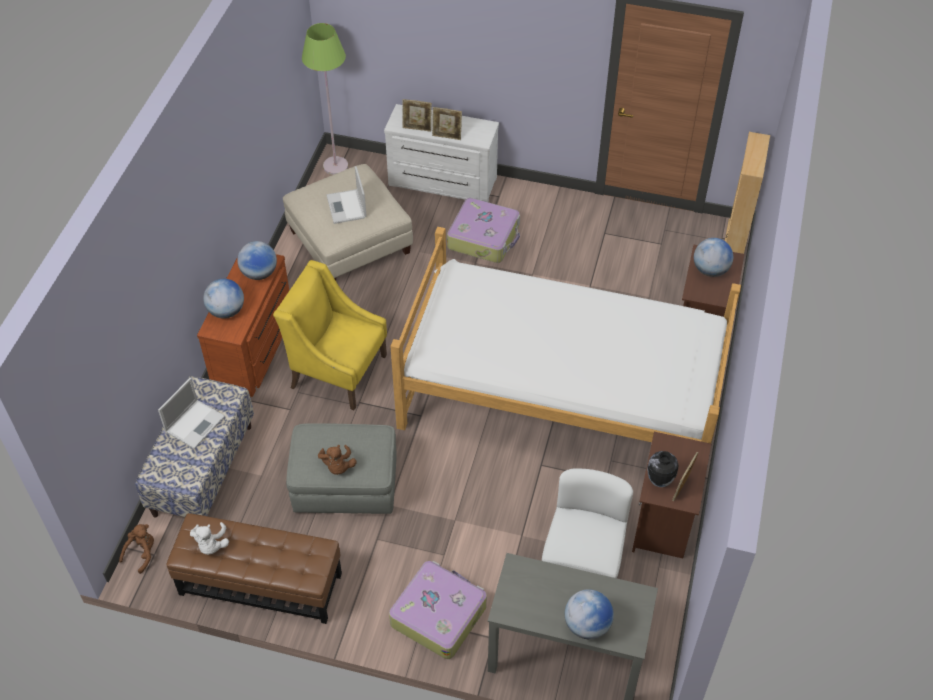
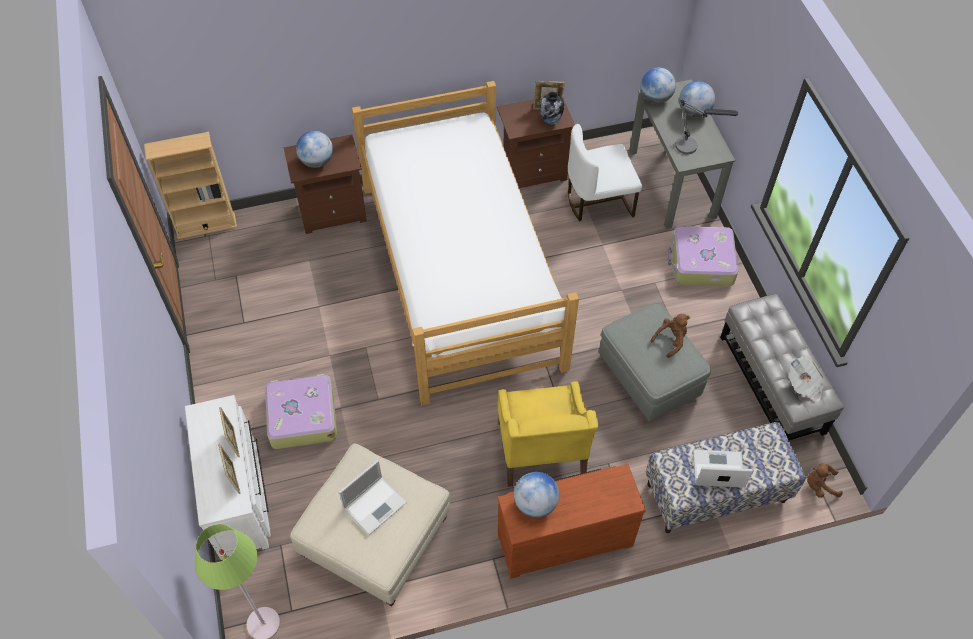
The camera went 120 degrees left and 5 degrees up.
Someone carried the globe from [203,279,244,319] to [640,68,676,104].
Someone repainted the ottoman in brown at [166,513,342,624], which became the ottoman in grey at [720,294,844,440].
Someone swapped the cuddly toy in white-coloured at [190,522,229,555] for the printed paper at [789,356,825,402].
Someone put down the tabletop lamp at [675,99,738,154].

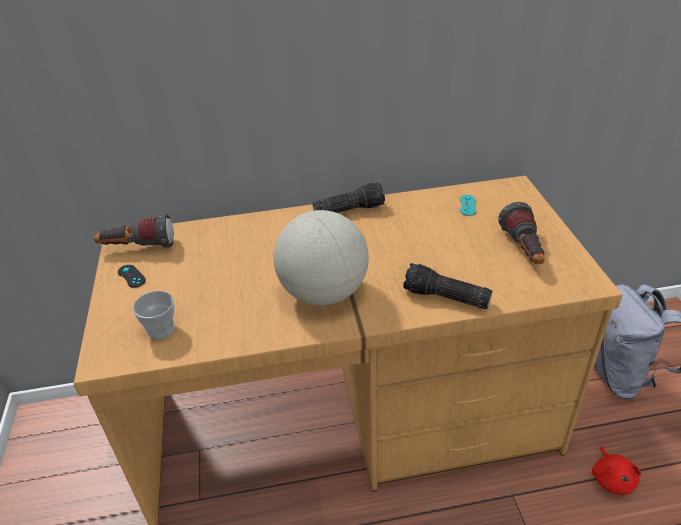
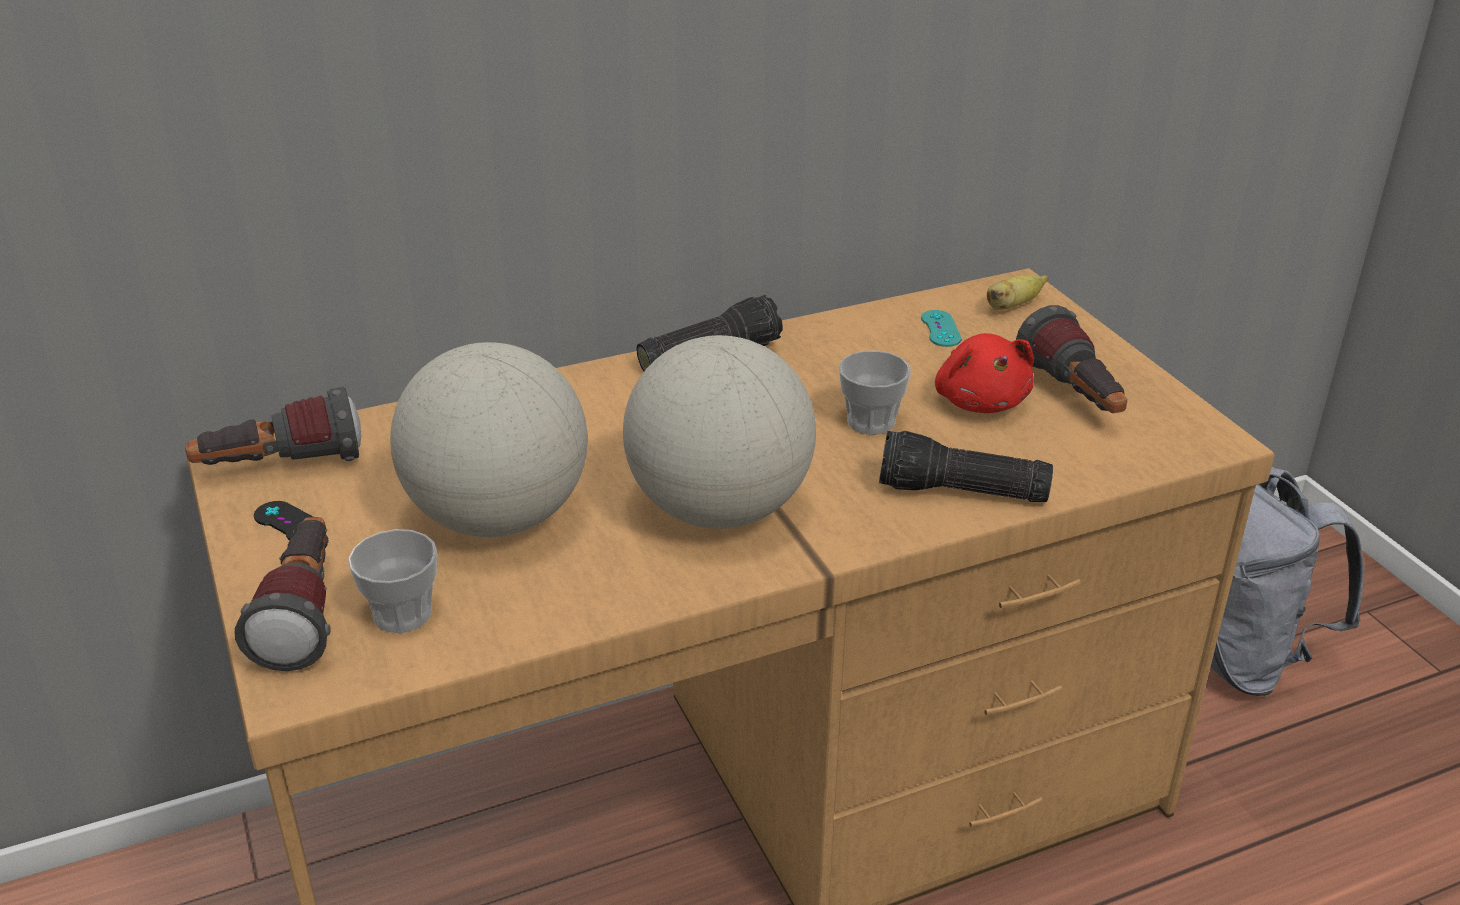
The camera went 15 degrees left and 5 degrees down.
Someone carried the cuddly toy in reddish from [592,446,641,495] to [935,333,1034,413].
Someone put down the whole banana at [987,275,1048,310].
Someone put down the globe at [390,342,588,537].
Someone put down the drinking cup at [839,350,911,435].
Someone put down the hand torch at [235,517,330,671].

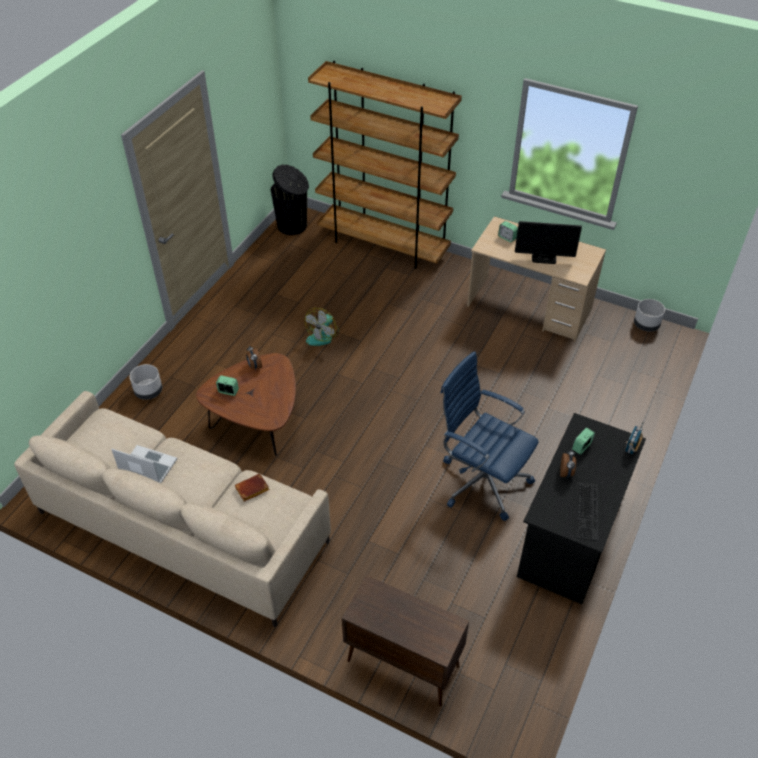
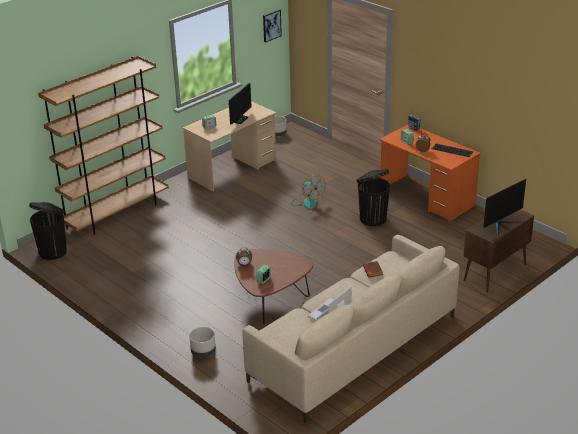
The camera went 70 degrees left and 15 degrees down.
Someone carried the electric fan from [305,308,339,346] to [292,174,325,209].
Someone swapped the computer chair in blue-coloured at [440,351,539,521] for the rubbish bin in black at [356,169,390,226].
Someone repainted the desk unit in black at [517,413,646,604], which became the desk unit in orange at [380,124,481,222].
Someone put up the picture at [263,9,282,43].
Someone put down the computer display at [483,179,526,234].

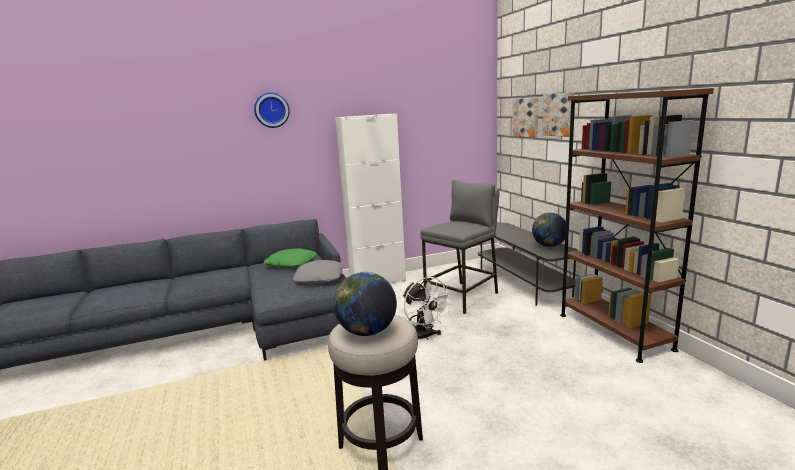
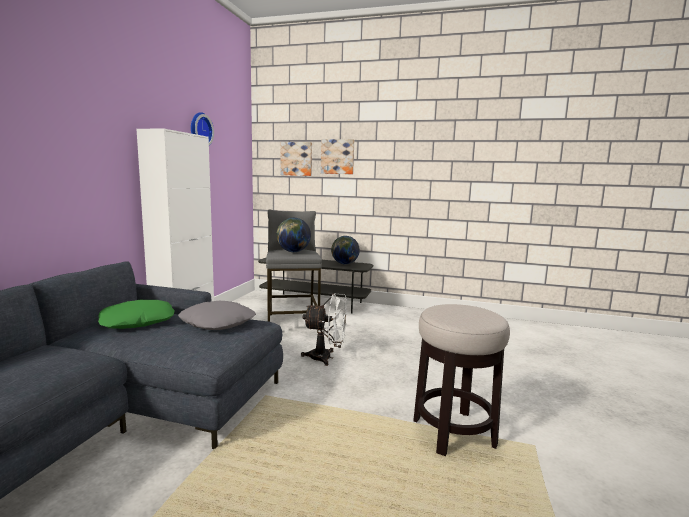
The camera went 55 degrees left and 5 degrees down.
Someone took away the shelving unit in brown at [560,88,714,363].
Someone carried the hanging clock from [254,92,290,128] to [191,112,214,145].
Someone carried the globe from [333,272,397,336] to [276,217,311,252].

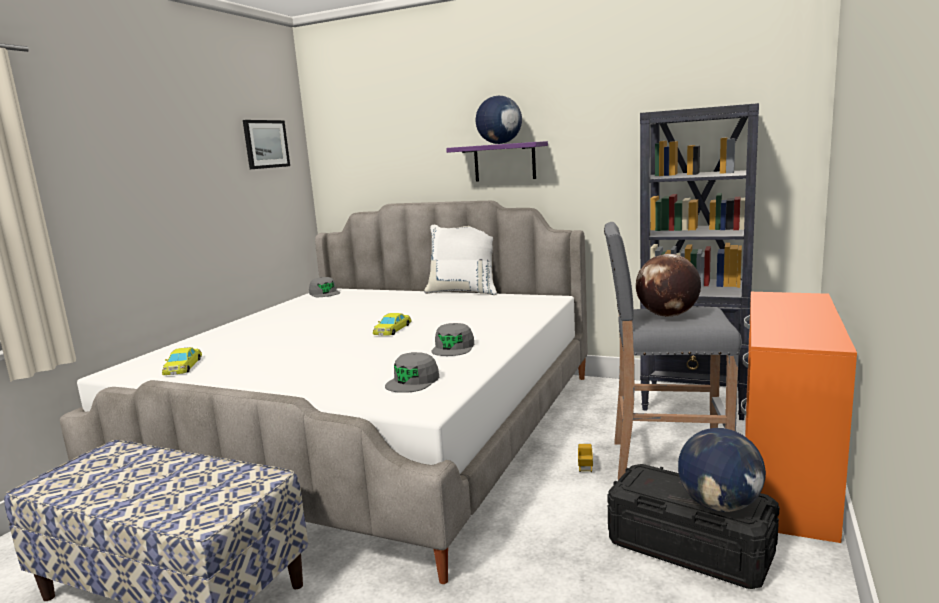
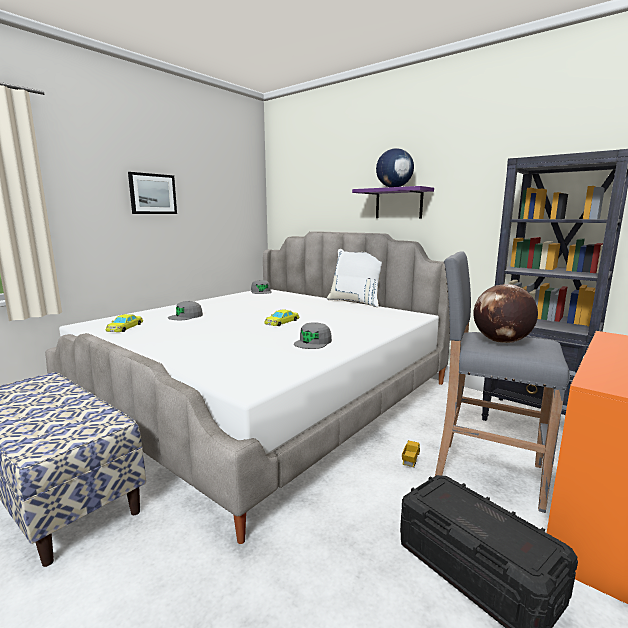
The camera went 15 degrees right and 0 degrees up.
Someone carried the picture from [243,120,290,169] to [128,172,177,214].
Someone carried the peaked cap in grey from [385,352,439,393] to [168,301,203,320].
Someone took away the globe at [678,428,766,512].

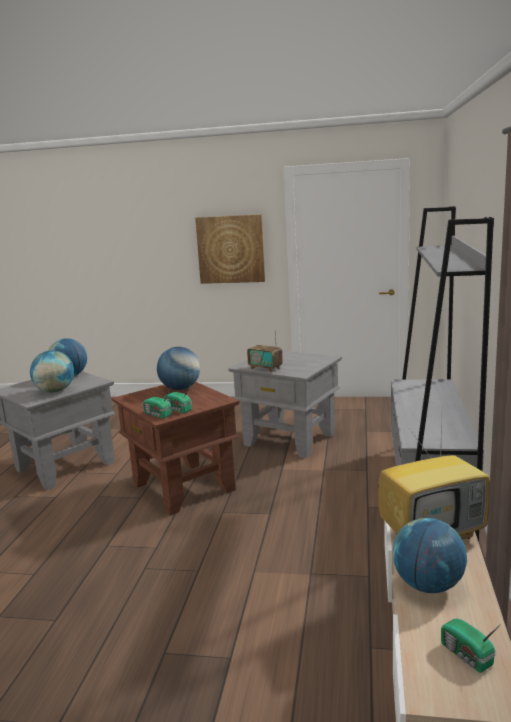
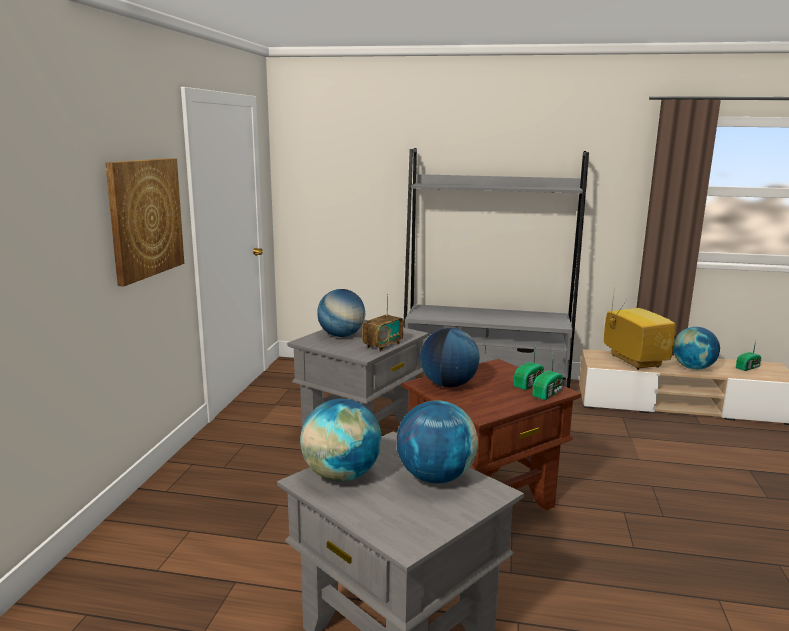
The camera went 90 degrees left and 0 degrees up.
Someone put down the globe at [317,289,365,337].

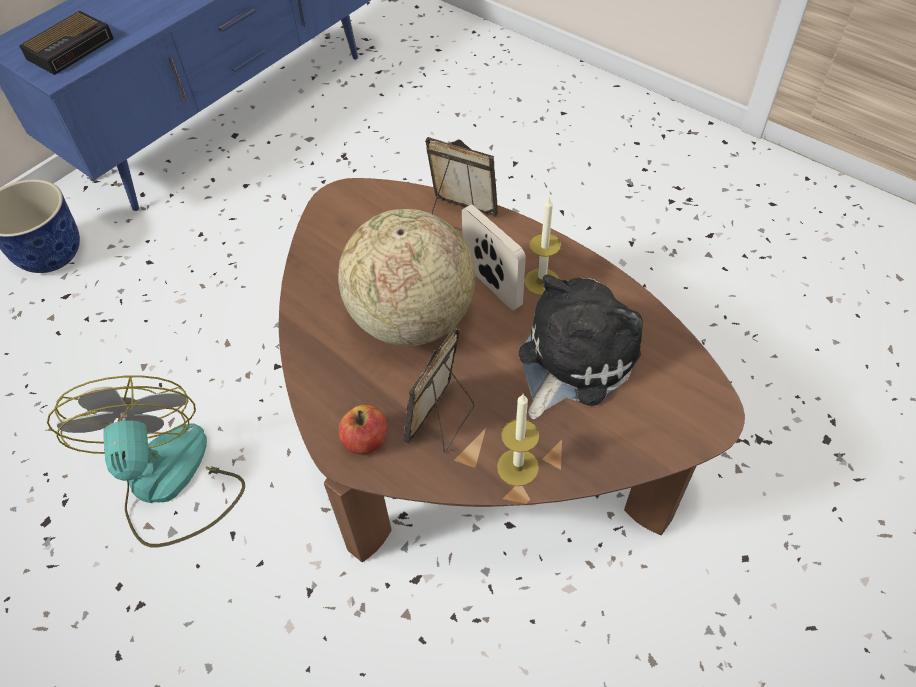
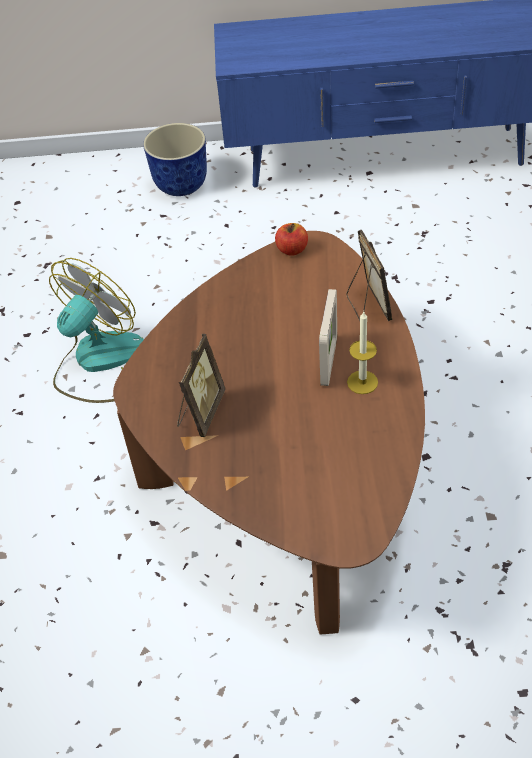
The camera went 50 degrees right and 5 degrees down.
Someone took away the alarm clock at [19,11,114,75].
Someone took away the globe at [338,209,475,346].
Someone took away the cuddly toy at [519,274,643,420].
Someone rotated the standing frame at [403,327,475,452] by 120 degrees clockwise.
Someone took away the candle at [497,394,539,486].
Someone carried the whole apple from [339,405,387,454] to [275,223,308,256].

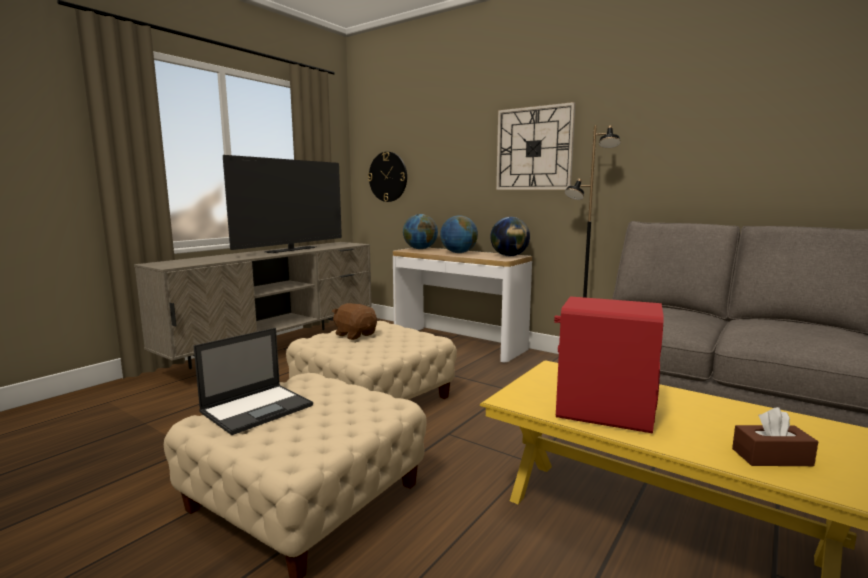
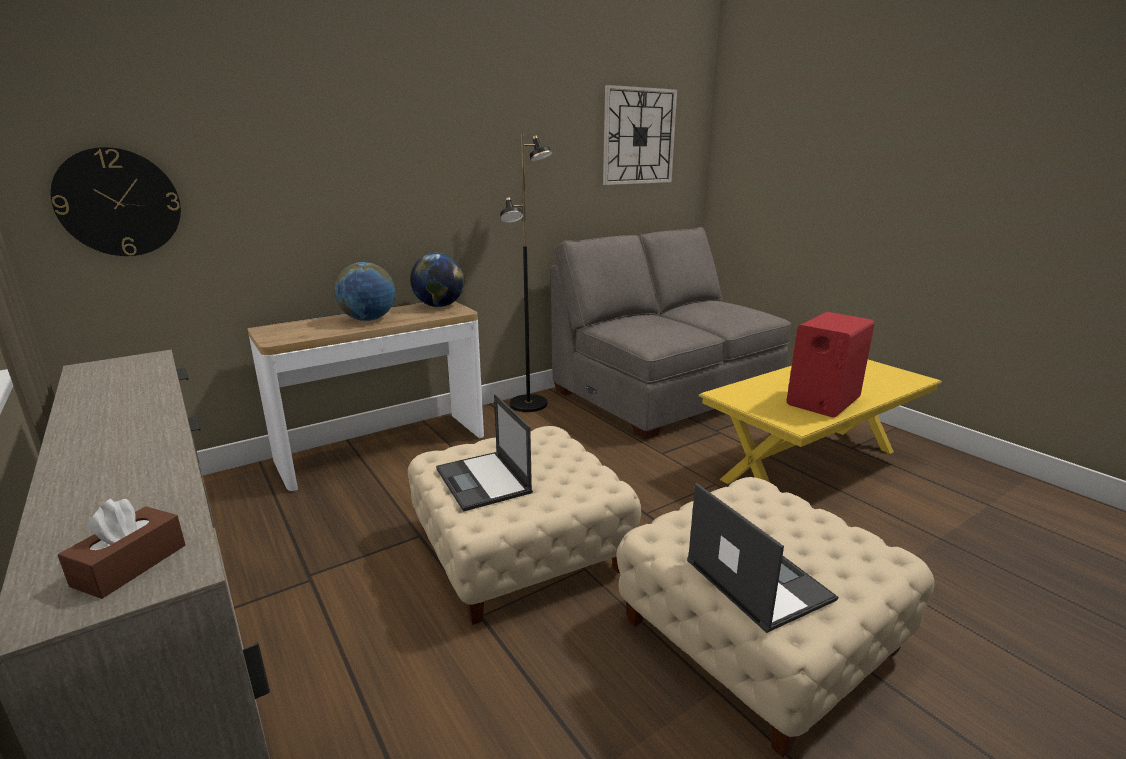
The camera went 70 degrees left and 10 degrees up.
Someone carried the hanging clock from [496,102,576,190] to [603,85,677,185].
Someone took away the television at [223,155,342,253].
Someone took away the globe at [403,214,438,249].
Someone swapped the cuddly toy in brown at [332,303,377,340] for the notebook computer at [436,394,533,512].
Someone carried the tissue holder in brown from [732,407,818,466] to [58,499,186,599].

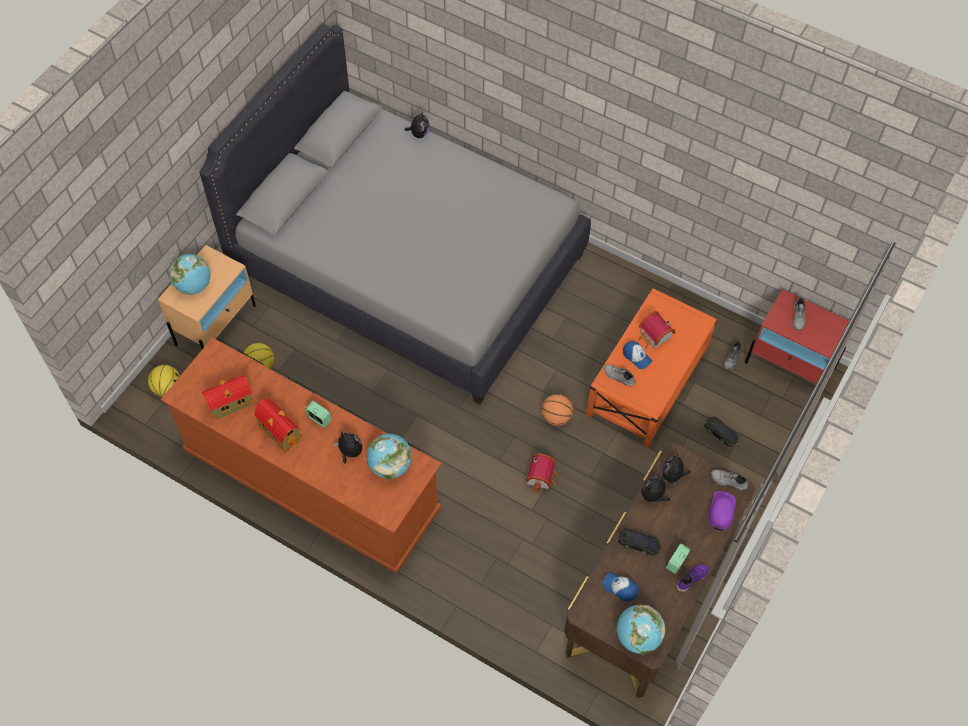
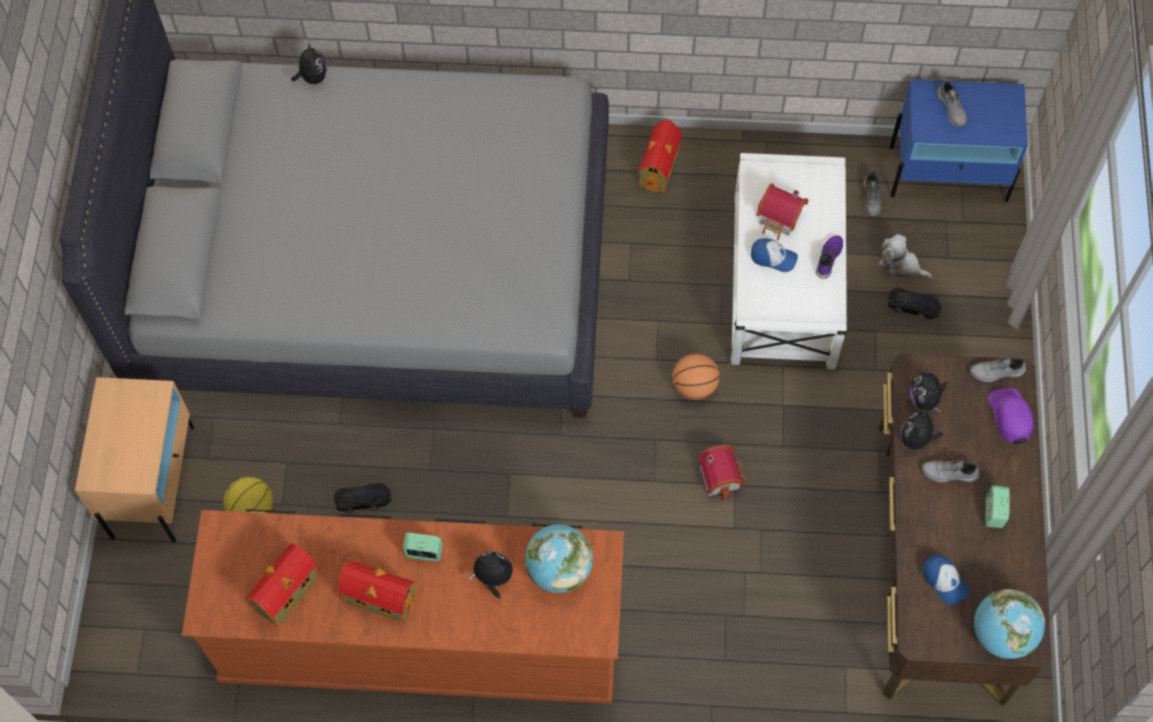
The camera went 25 degrees left and 5 degrees up.
Someone took away the globe at [169,254,211,295].
Someone repainted the low table in orange at [586,288,717,448], which became the low table in white-coloured at [731,153,848,370].
Someone repainted the night table in reddish at [745,289,849,384], which became the night table in blue-coloured at [889,79,1028,202].
Someone carried the low shoe in grey from [604,364,636,386] to [922,460,979,482].
Someone took away the basketball ball at [148,365,180,397].
Someone carried the toy car in black from [618,528,661,556] to [334,483,391,513].
Someone carried the low shoe in purple-coloured from [677,564,709,592] to [816,235,843,279].
Someone rotated the peaked cap at [602,572,638,602] by 135 degrees counterclockwise.
Someone put down the miniature house at [639,119,682,192].
Someone put down the cuddly toy at [879,234,932,279].

